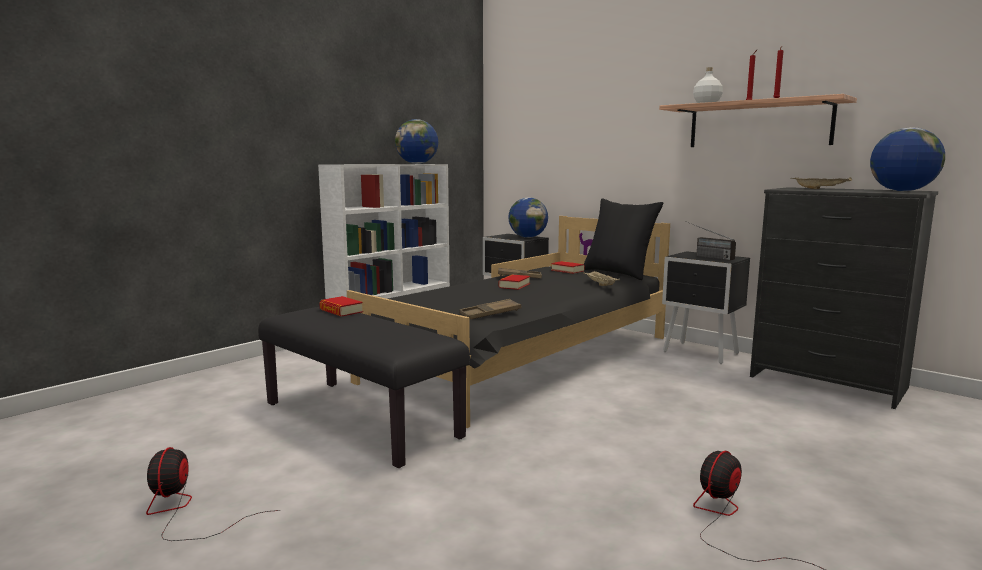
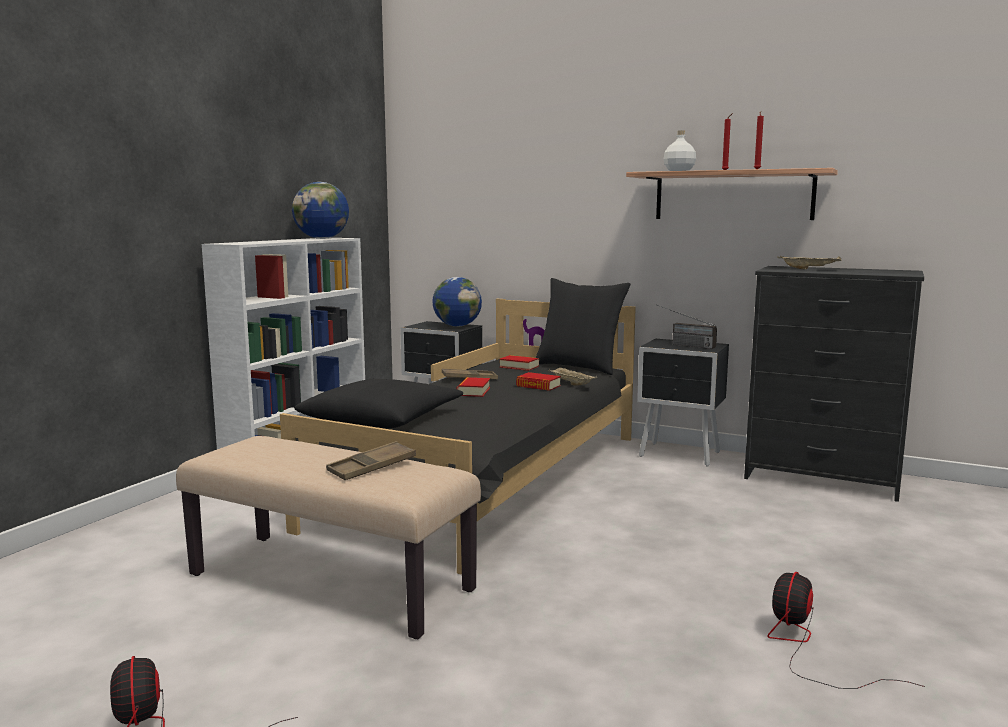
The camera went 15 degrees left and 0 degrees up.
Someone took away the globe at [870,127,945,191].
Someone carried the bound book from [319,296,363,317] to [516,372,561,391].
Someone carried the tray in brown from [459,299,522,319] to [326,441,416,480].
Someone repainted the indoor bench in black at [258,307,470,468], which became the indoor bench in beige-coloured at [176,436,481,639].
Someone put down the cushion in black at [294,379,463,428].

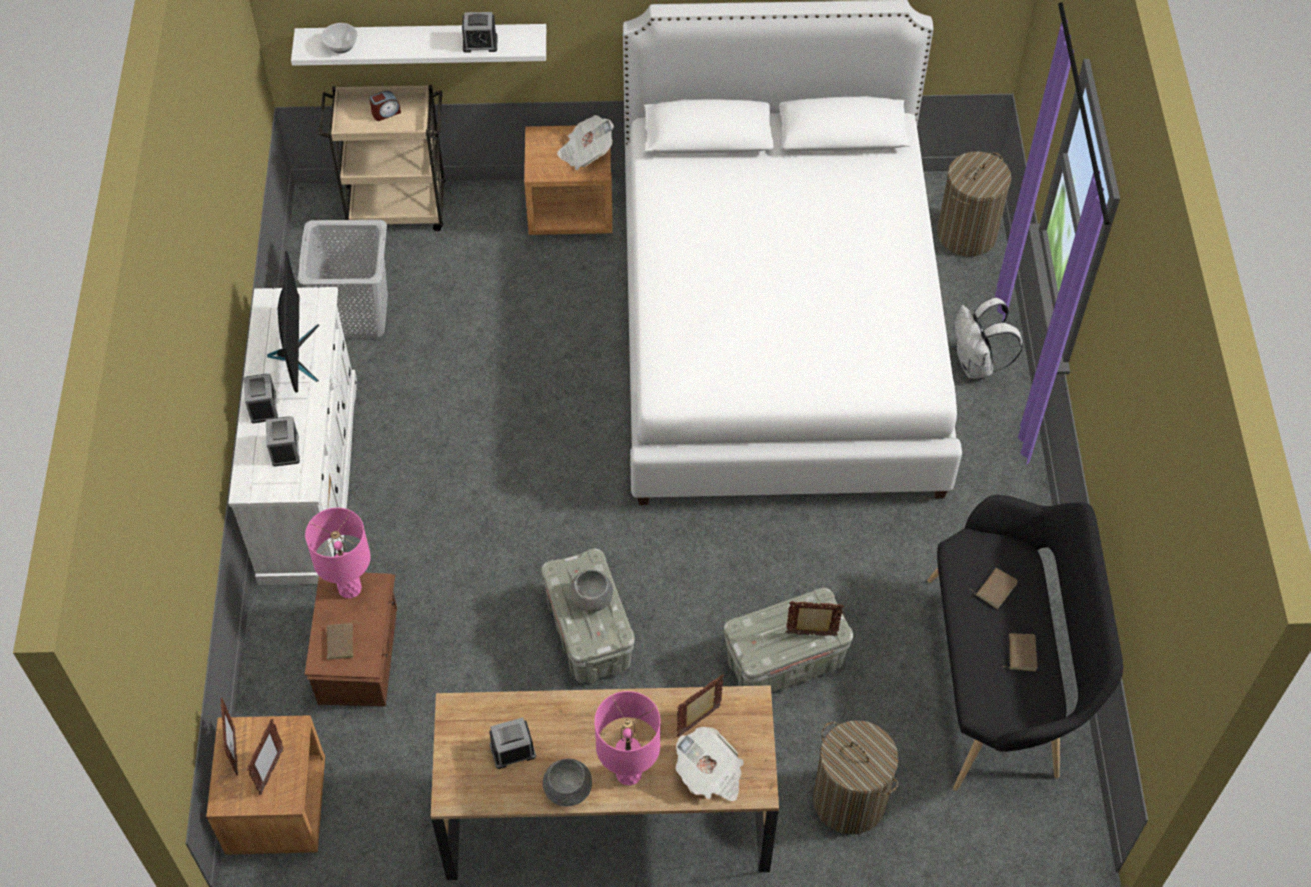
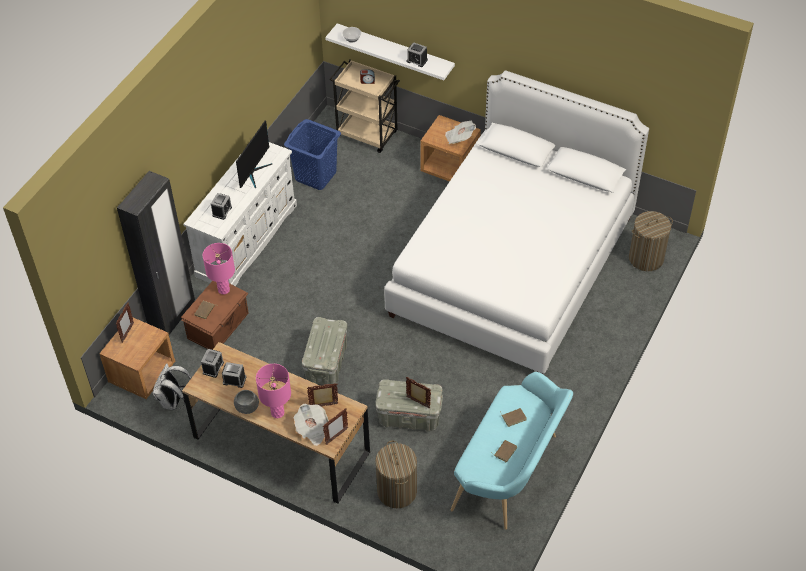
The camera went 30 degrees right and 5 degrees down.
Someone repainted the hamper in grey at [298,220,388,337], which became the hamper in blue-coloured at [284,119,341,190].
Someone carried the backpack in white-coloured from [955,297,1022,379] to [153,363,191,410].
Someone carried the alarm clock from [243,374,278,423] to [201,349,224,378].
Someone repainted the indoor bench in black at [927,495,1123,791], which became the indoor bench in blue-green at [451,372,573,530].
Someone took away the bowl in grey at [569,570,613,612].
Someone carried the standing frame from [247,719,284,795] to [323,408,348,445].
Someone put down the armoire in black at [117,171,195,335].

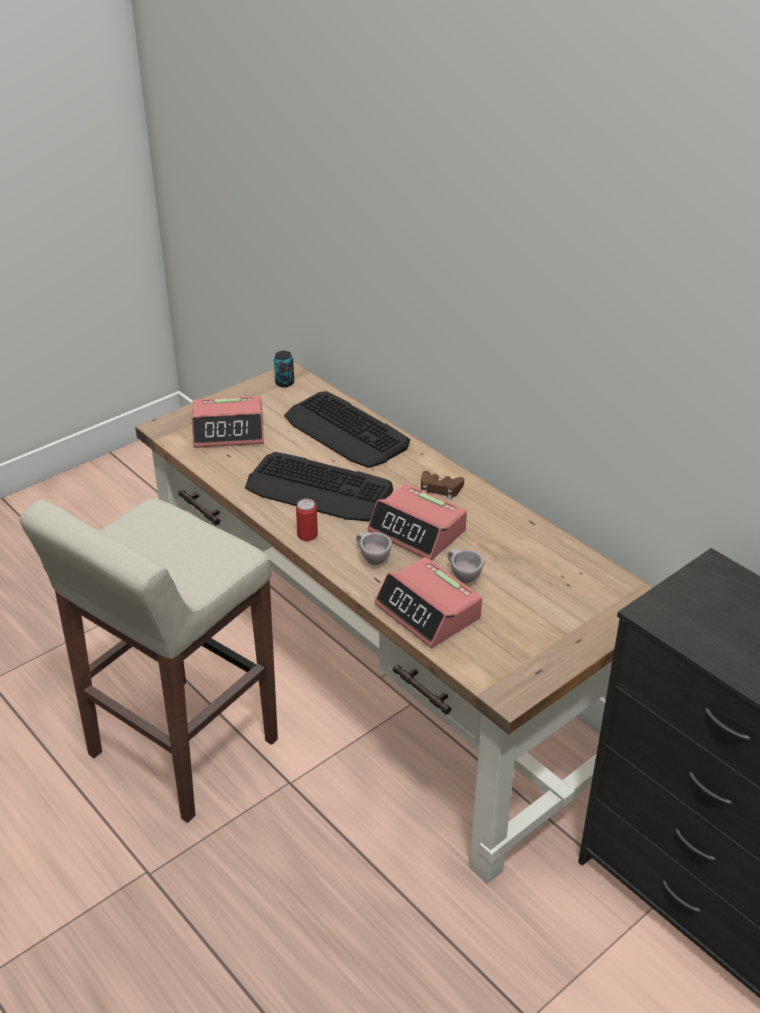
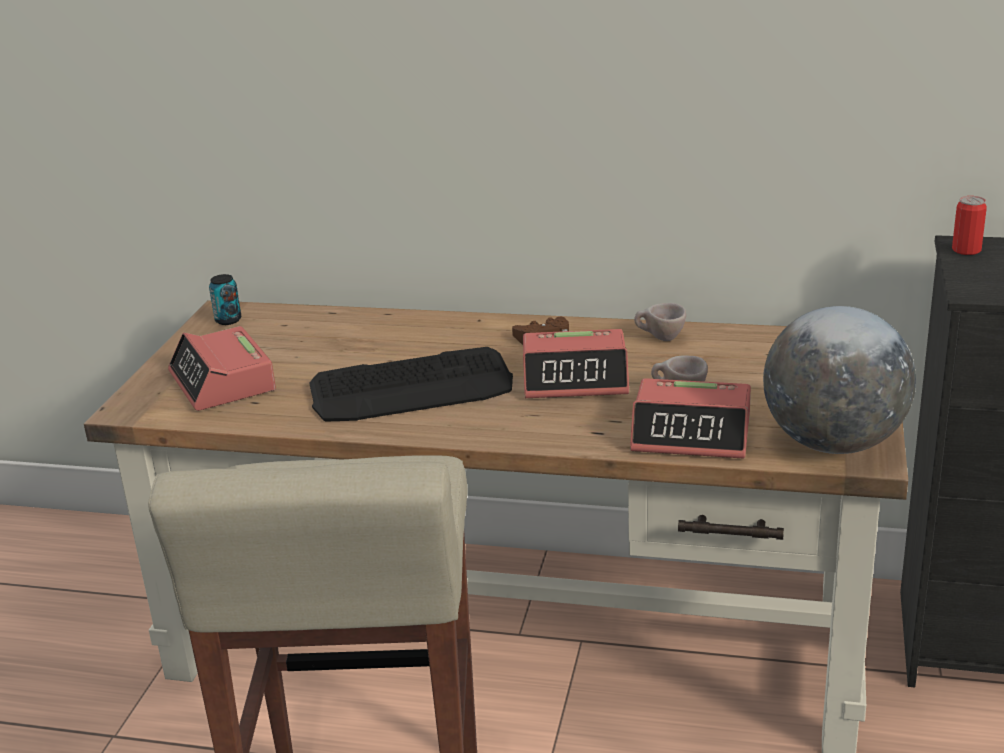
The camera went 35 degrees left and 10 degrees down.
Someone took away the keyboard at [284,391,410,468].
Someone rotated the alarm clock at [191,396,264,448] by 105 degrees clockwise.
Someone carried the sealed can from [296,499,318,541] to [952,196,987,255].
Someone carried the drinking cup in beige-coloured from [356,532,392,565] to [634,303,686,341].
Someone put down the globe at [763,306,916,454].

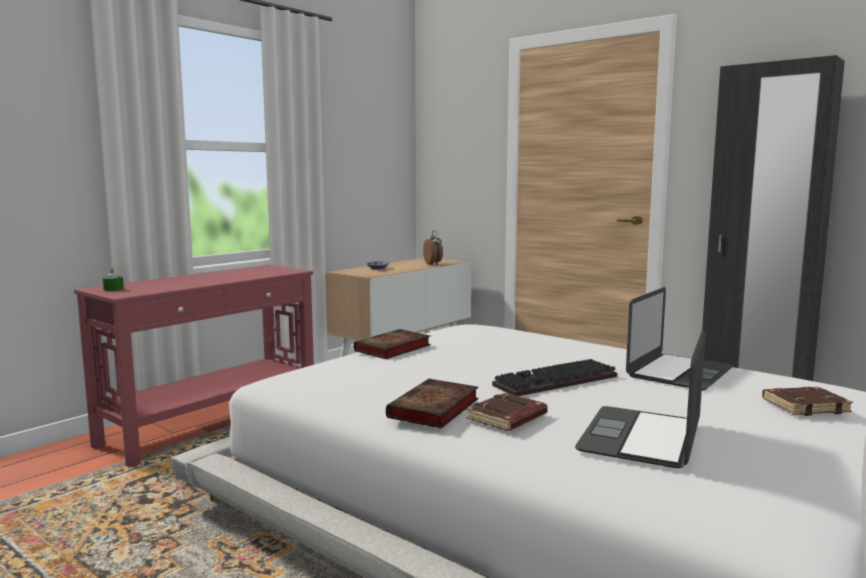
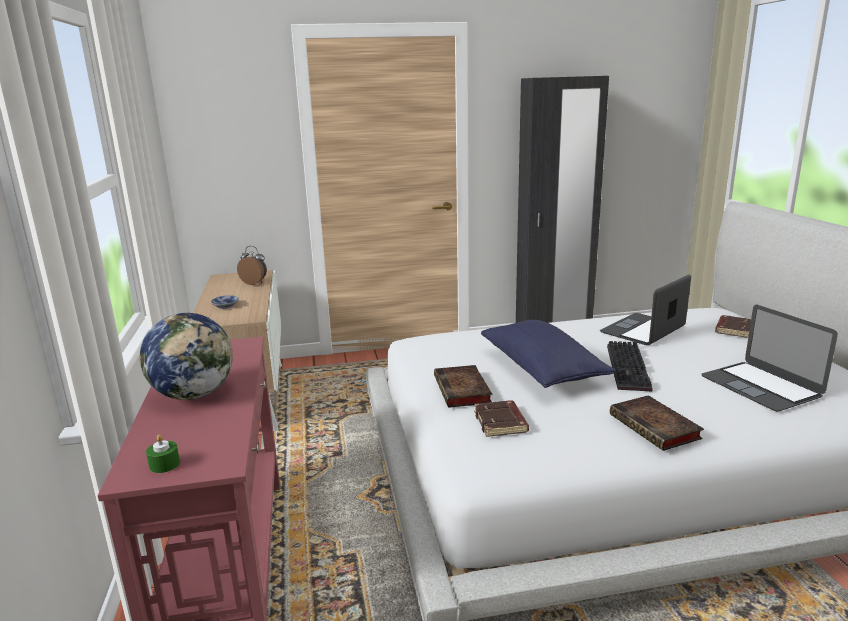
The camera went 50 degrees left and 10 degrees up.
Someone rotated the notebook computer at [626,287,733,390] by 120 degrees counterclockwise.
Someone carried the bound book in brown from [467,393,548,431] to [474,400,529,437].
Someone put down the globe at [140,313,233,400].
Someone put down the cushion in blue-coloured at [481,320,615,388].

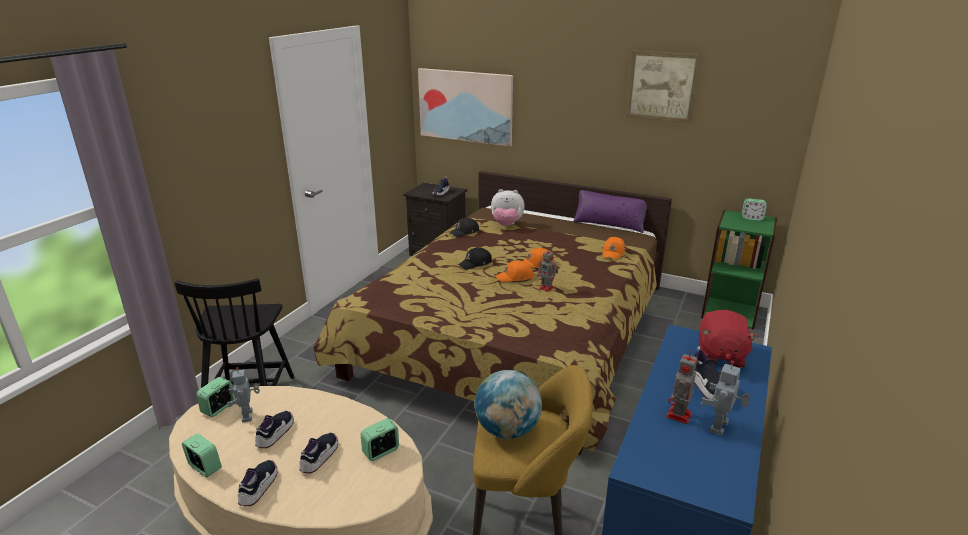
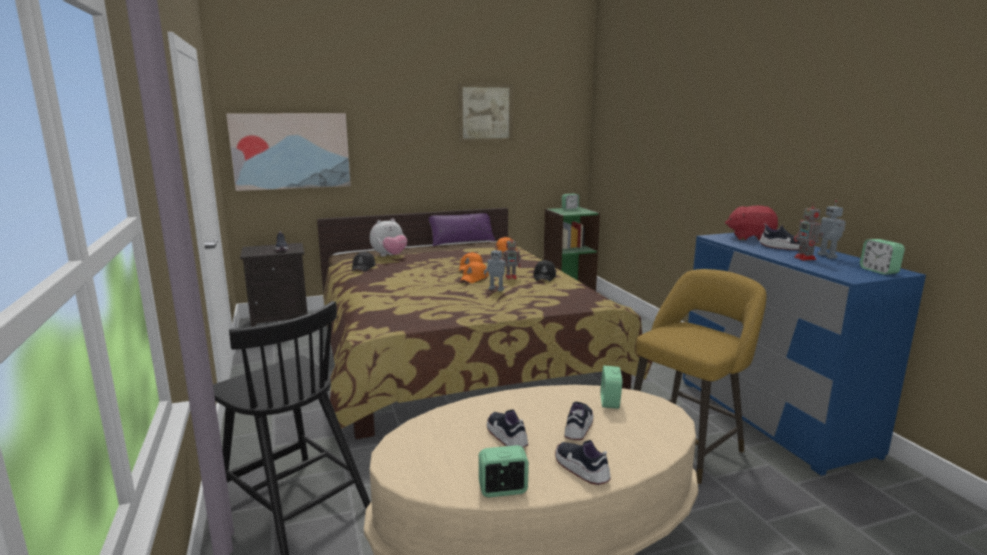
The camera went 45 degrees left and 10 degrees down.
Someone carried the peaked cap in black from [458,247,492,270] to [533,260,556,282].
Someone rotated the cuddly toy in reddish at [699,310,758,368] by 135 degrees clockwise.
Someone carried the robot figure from [227,367,260,422] to [484,246,506,291].
Someone took away the globe at [475,370,542,439].
Someone carried the alarm clock from [197,377,234,417] to [860,239,905,275].
Someone rotated the low shoe at [299,433,338,473] by 45 degrees clockwise.

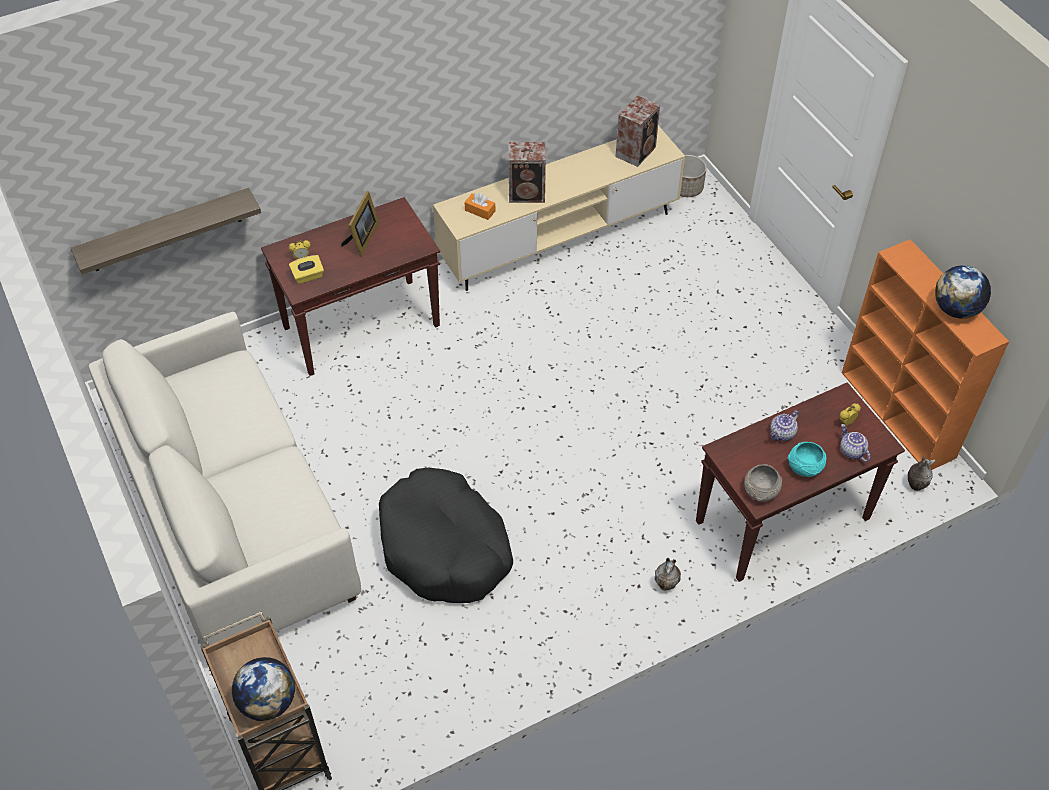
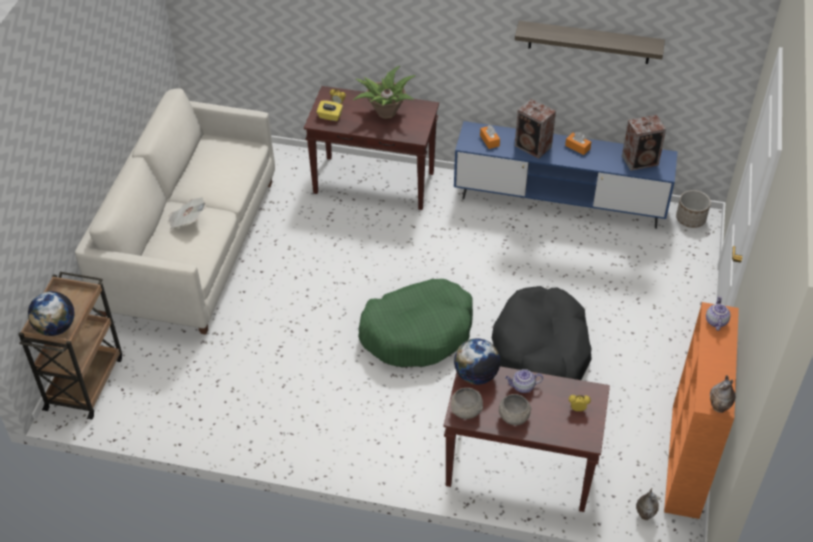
The camera went 40 degrees right and 5 degrees down.
Someone repainted the tv unit in beige-coloured at [433,125,685,291], which became the tv unit in blue-coloured at [454,121,678,229].
Someone carried the bracket shelf from [71,188,261,275] to [515,21,665,64].
Someone swapped the standing frame at [341,191,379,257] for the potted plant at [353,66,416,119].
Someone carried the globe from [935,265,991,318] to [454,338,501,385].
Someone carried the tea pot from [840,424,870,462] to [706,296,731,331].
Someone repainted the bowl in blue-green at [788,442,827,477], which became the bowl in grey at [499,394,532,425].
Someone carried the dog cushion in black from [379,468,513,603] to [492,286,592,380].
Someone carried the flower vase from [655,558,681,591] to [710,375,735,413].
Someone put down the tissue holder in orange at [565,132,591,155].
Someone put down the printed paper at [169,197,206,230].
Someone put down the dog cushion in green at [358,279,473,367].

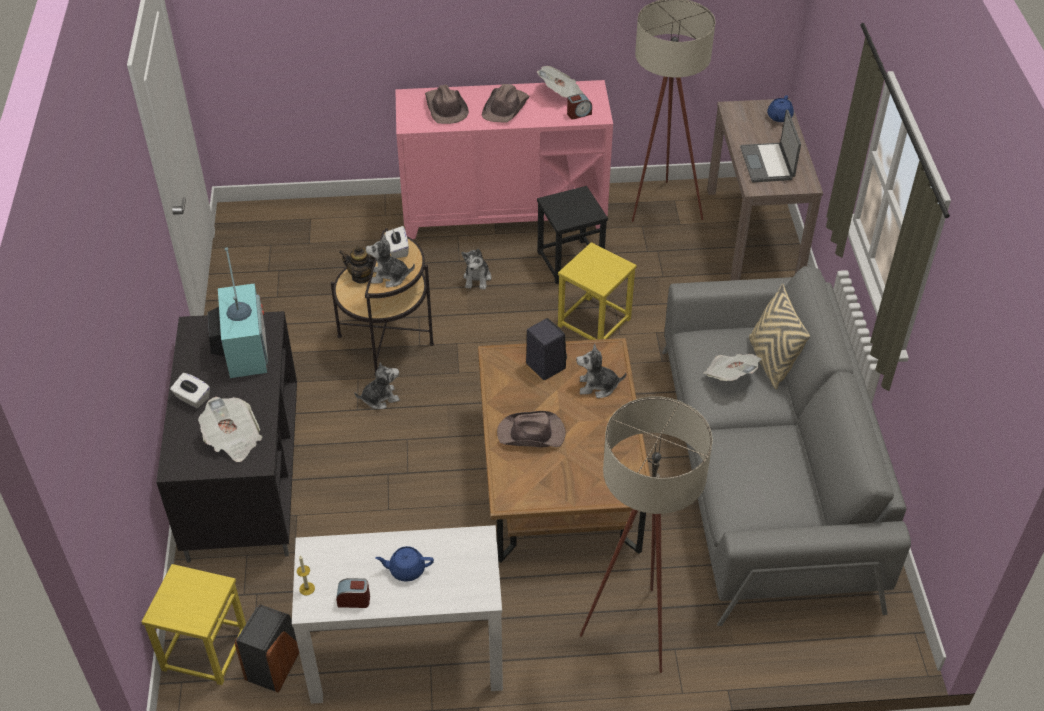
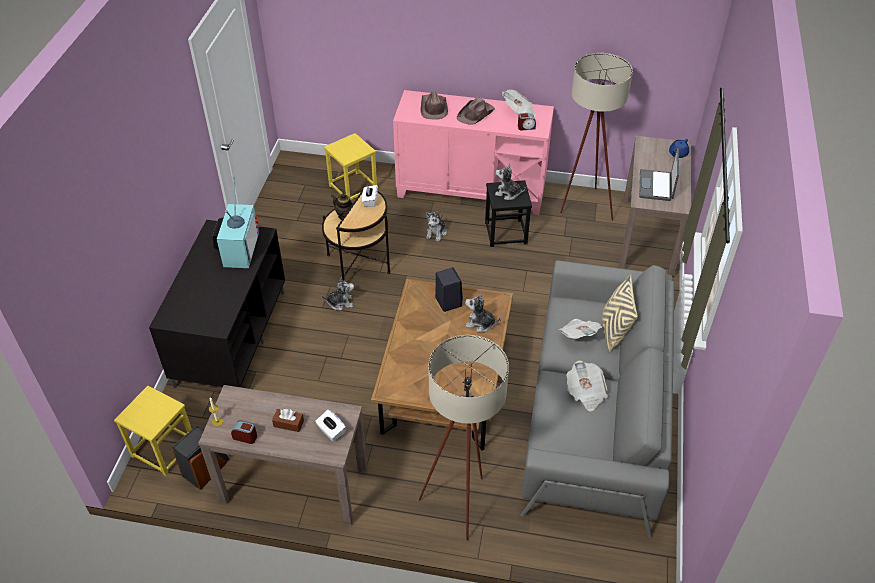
The camera went 15 degrees right and 0 degrees up.
Someone carried the cuddly toy from [366,234,415,287] to [495,164,526,200].
Someone carried the stool seat in yellow-coloured from [558,242,637,340] to [324,133,377,200].
Someone carried the tissue holder in white-coloured from [170,373,210,408] to [315,410,346,441].
Someone carried the printed paper from [198,397,263,462] to [566,360,608,412].
Someone took away the wearable hat in brown at [497,411,566,447].
Someone repainted the console table in white-coloured at [292,525,503,704], which became the console table in brown at [198,385,367,525].
Someone swapped the tea pot in blue-coloured at [375,546,434,582] for the tissue holder in brown at [272,409,304,432].

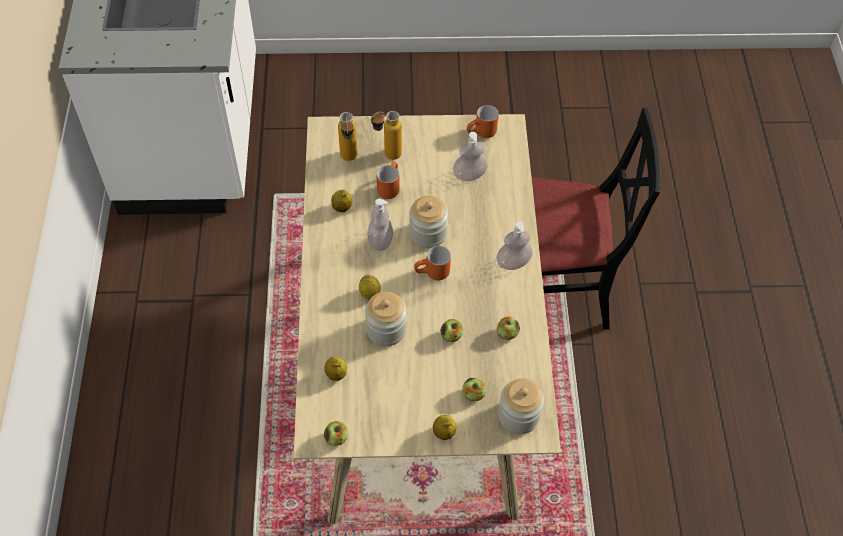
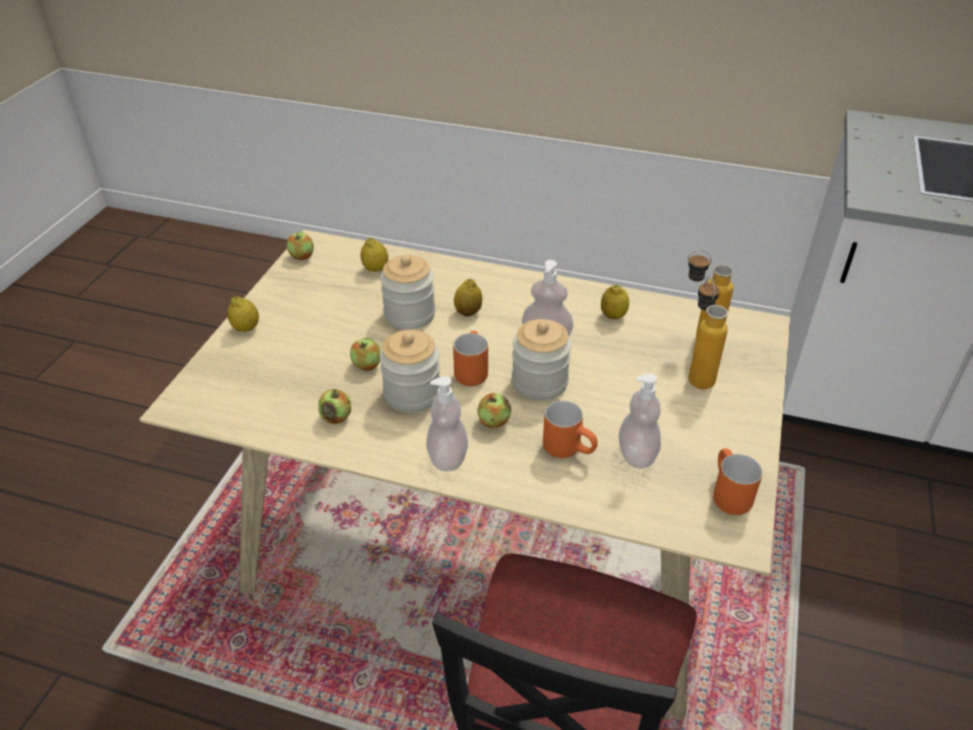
The camera went 110 degrees right and 15 degrees down.
Someone carried the tea mug in orange from [377,162,399,199] to [543,401,598,458].
Someone carried the whole apple from [462,378,486,401] to [477,393,511,428].
Someone carried the preserve jar from [498,378,544,434] to [380,330,440,413].

